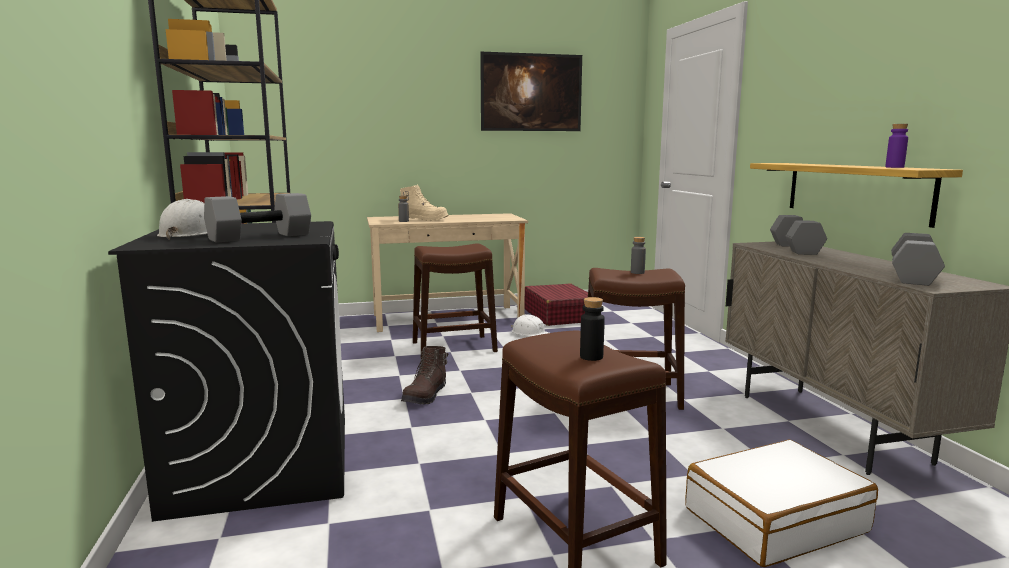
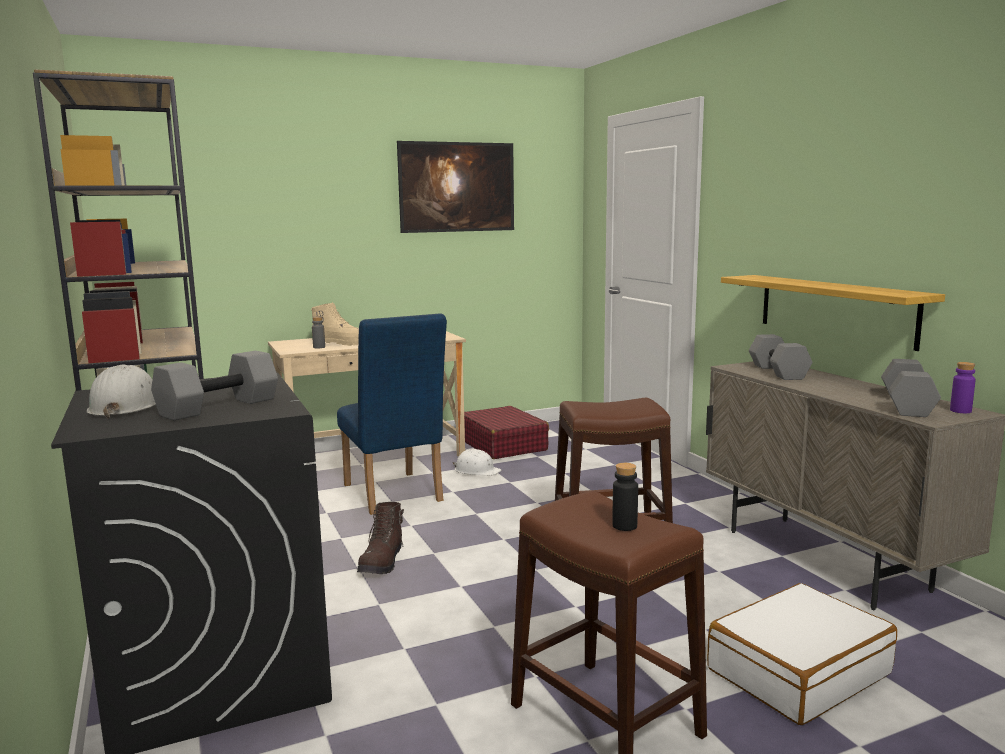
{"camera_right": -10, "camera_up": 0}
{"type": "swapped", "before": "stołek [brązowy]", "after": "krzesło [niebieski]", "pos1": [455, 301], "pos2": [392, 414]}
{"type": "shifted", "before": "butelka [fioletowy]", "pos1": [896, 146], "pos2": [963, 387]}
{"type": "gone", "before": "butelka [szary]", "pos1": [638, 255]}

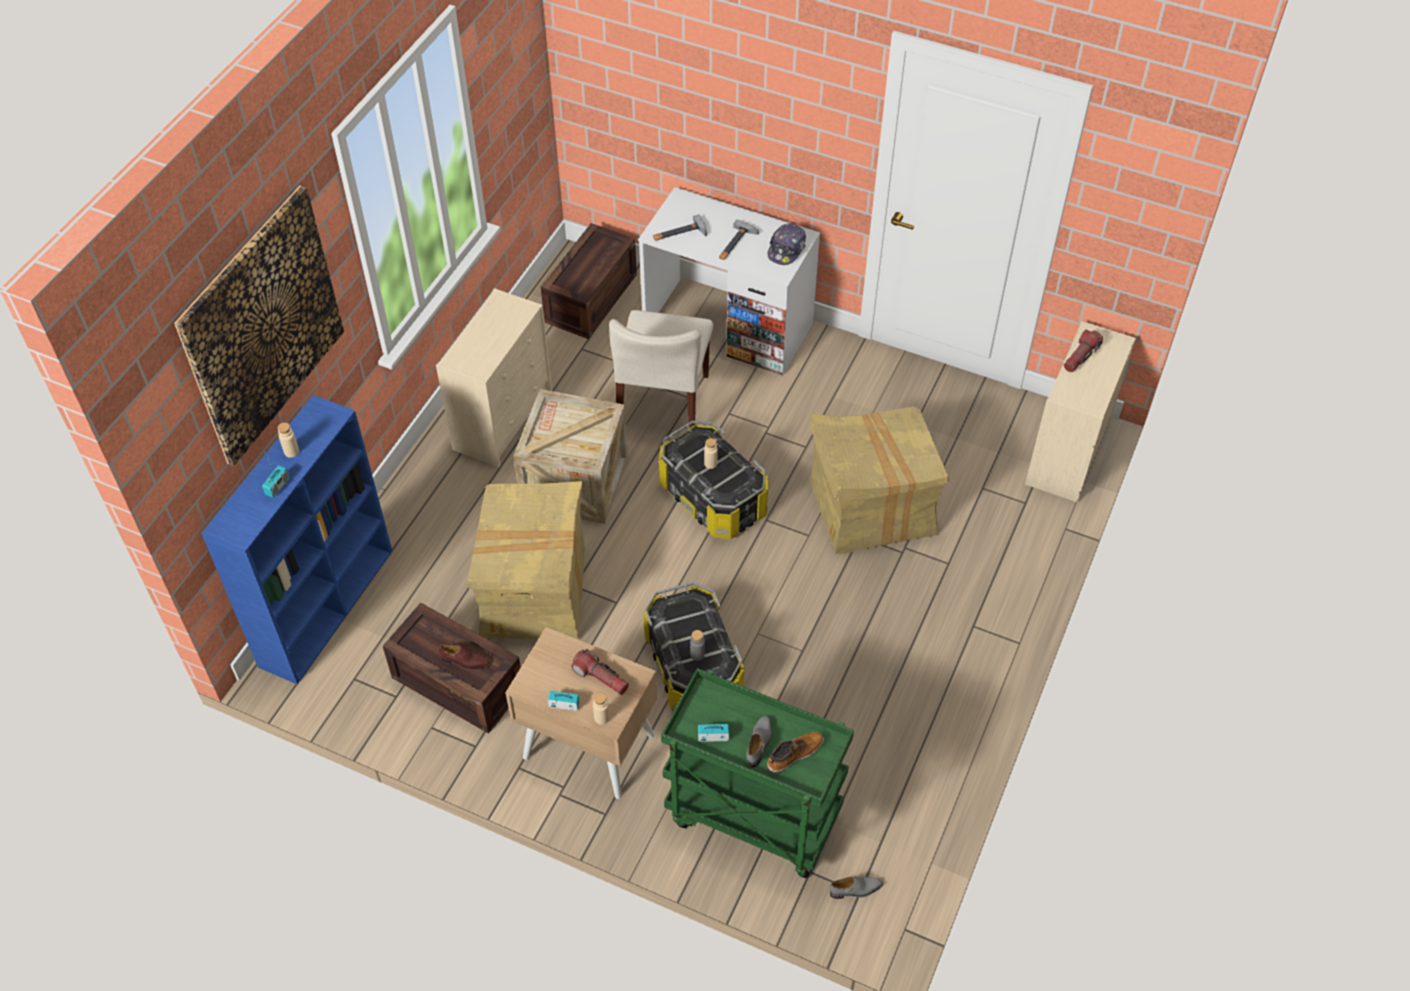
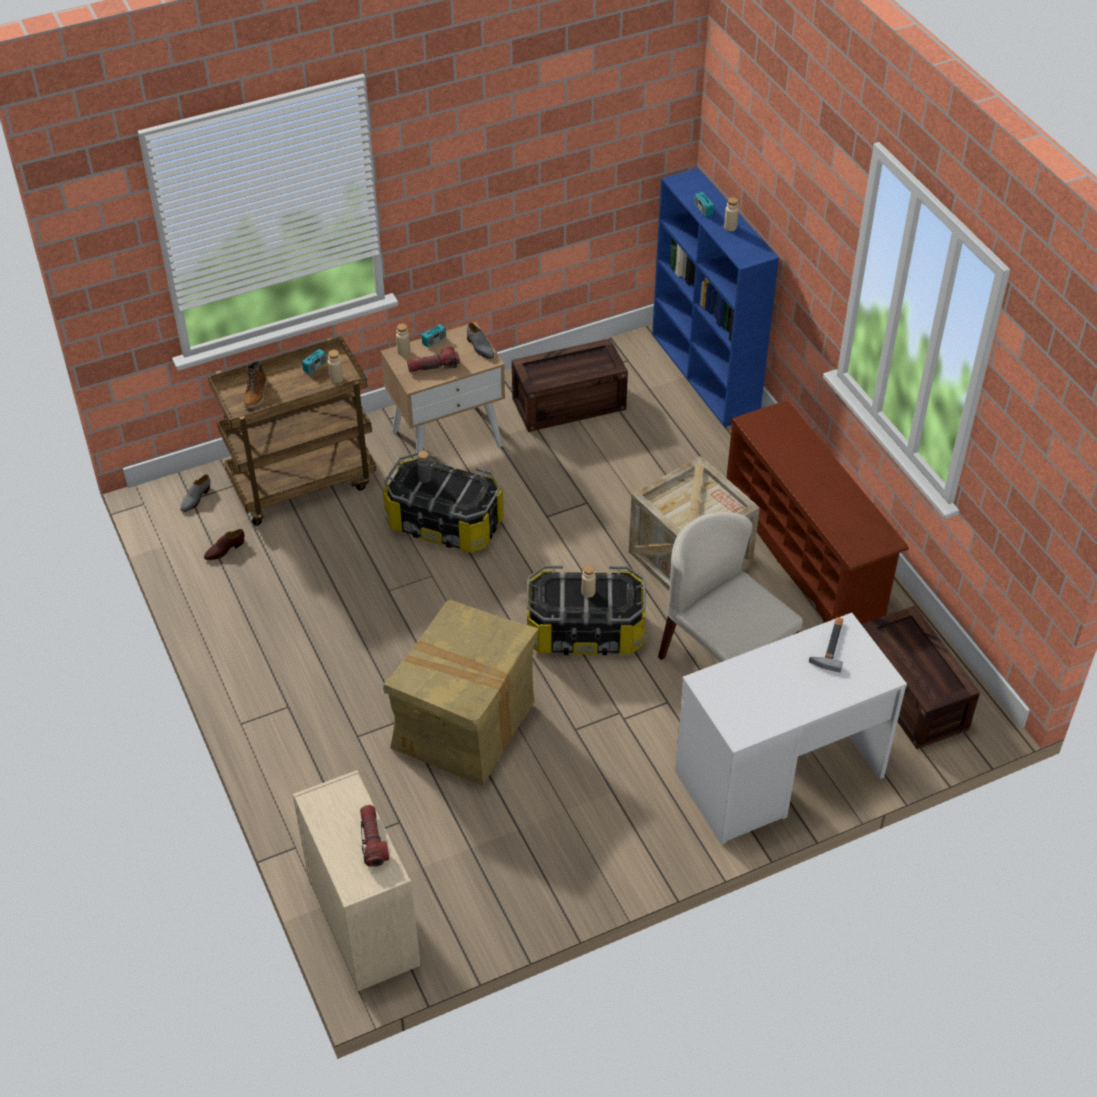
{"camera_right": 130, "camera_up": -5}
{"type": "shifted", "before": "but [brązowy]", "pos1": [464, 657], "pos2": [224, 544]}
{"type": "repainted", "before": "wózek [zielony]", "after": "wózek [brązowy]", "pos1": [757, 773], "pos2": [292, 431]}
{"type": "new", "after": "butelka [beżowy]", "pos2": [335, 366]}
{"type": "shifted", "before": "but [szary]", "pos1": [758, 741], "pos2": [480, 340]}
{"type": "swapped", "before": "komoda [beżowy]", "after": "regał na buty [brązowy]", "pos1": [494, 377], "pos2": [817, 512]}
{"type": "gone", "before": "obraz", "pos1": [259, 325]}
{"type": "gone", "before": "karton", "pos1": [526, 560]}
{"type": "gone", "before": "młotek", "pos1": [739, 239]}
{"type": "gone", "before": "czapka z daszkiem", "pos1": [786, 244]}

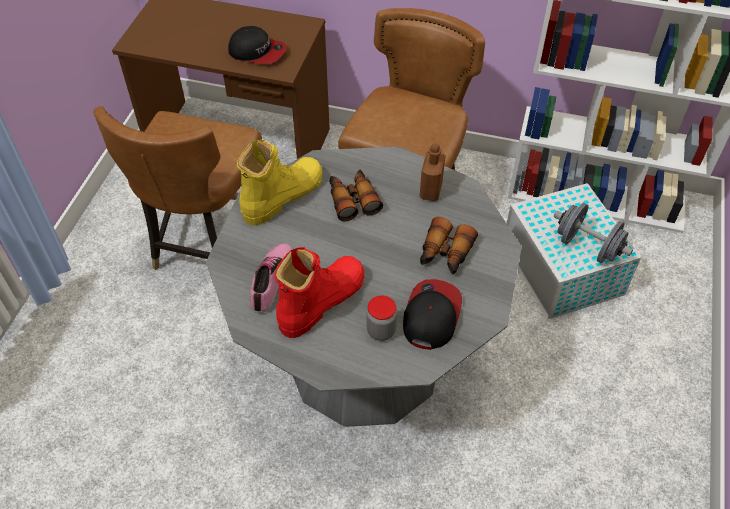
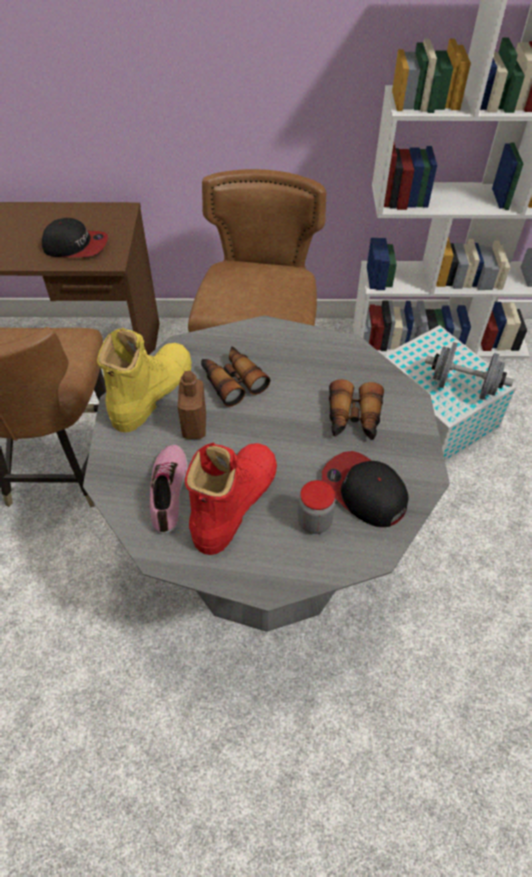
{"camera_right": -15, "camera_up": 0}
{"type": "shifted", "before": "butelka [brązowy]", "pos1": [432, 172], "pos2": [191, 405]}
{"type": "rotated", "before": "czapka z daszkiem", "pos1": [432, 314], "pos2": [365, 489], "turn": -45}

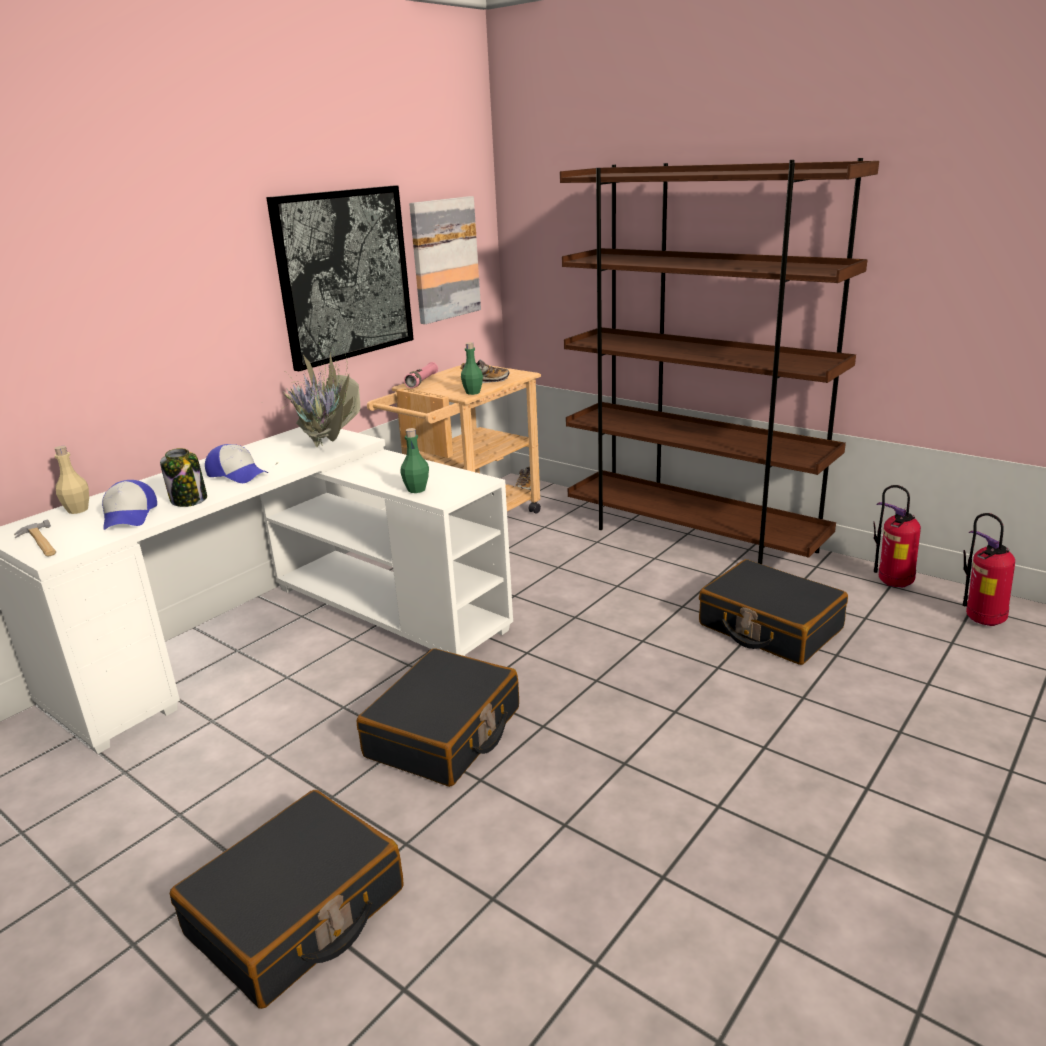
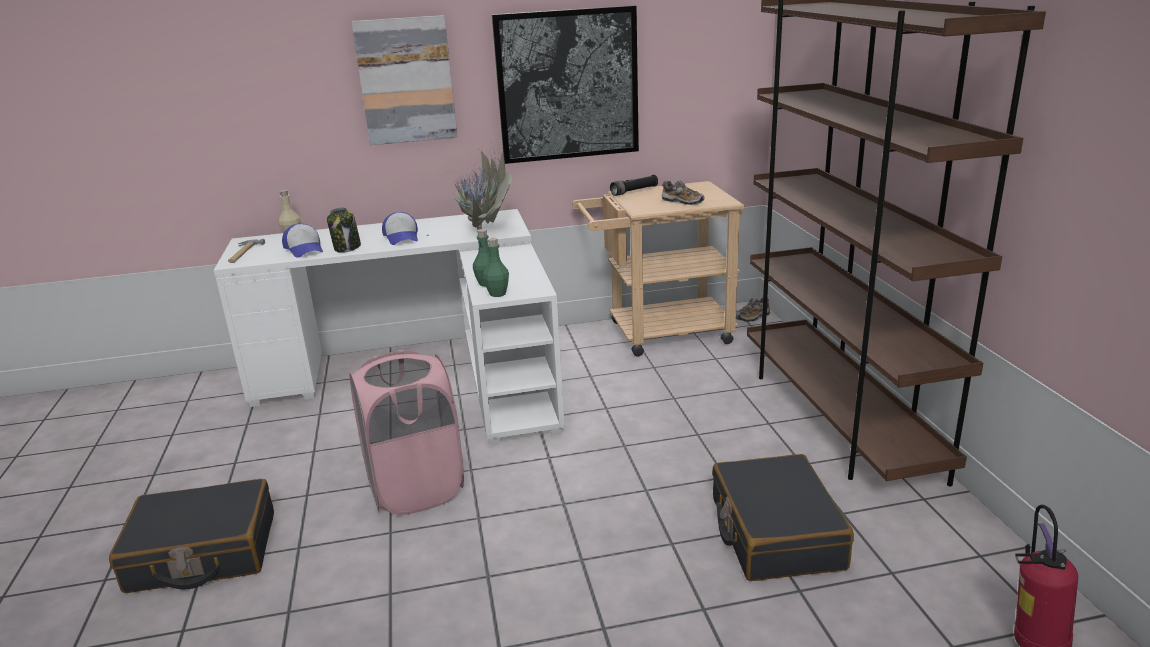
{"camera_right": 40, "camera_up": 0}
{"type": "rotated", "before": "czapka z daszkiem", "pos1": [129, 505], "pos2": [302, 241], "turn": -60}
{"type": "swapped", "before": "walizka [czarny]", "after": "kosz na pranie [różowy]", "pos1": [438, 717], "pos2": [406, 432]}
{"type": "shifted", "before": "obraz", "pos1": [445, 260], "pos2": [404, 80]}
{"type": "shifted", "before": "butelka [zielony]", "pos1": [472, 368], "pos2": [496, 267]}
{"type": "repainted", "before": "latarka [różowy]", "after": "latarka [czarny]", "pos1": [421, 375], "pos2": [634, 185]}
{"type": "gone", "before": "gaśnica", "pos1": [897, 536]}

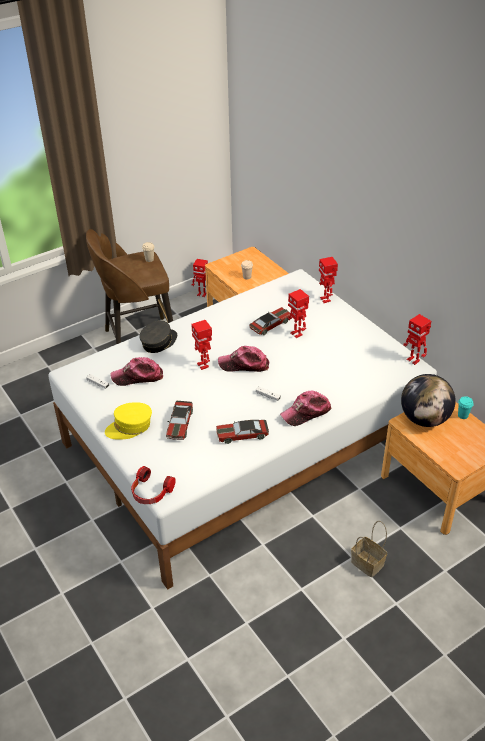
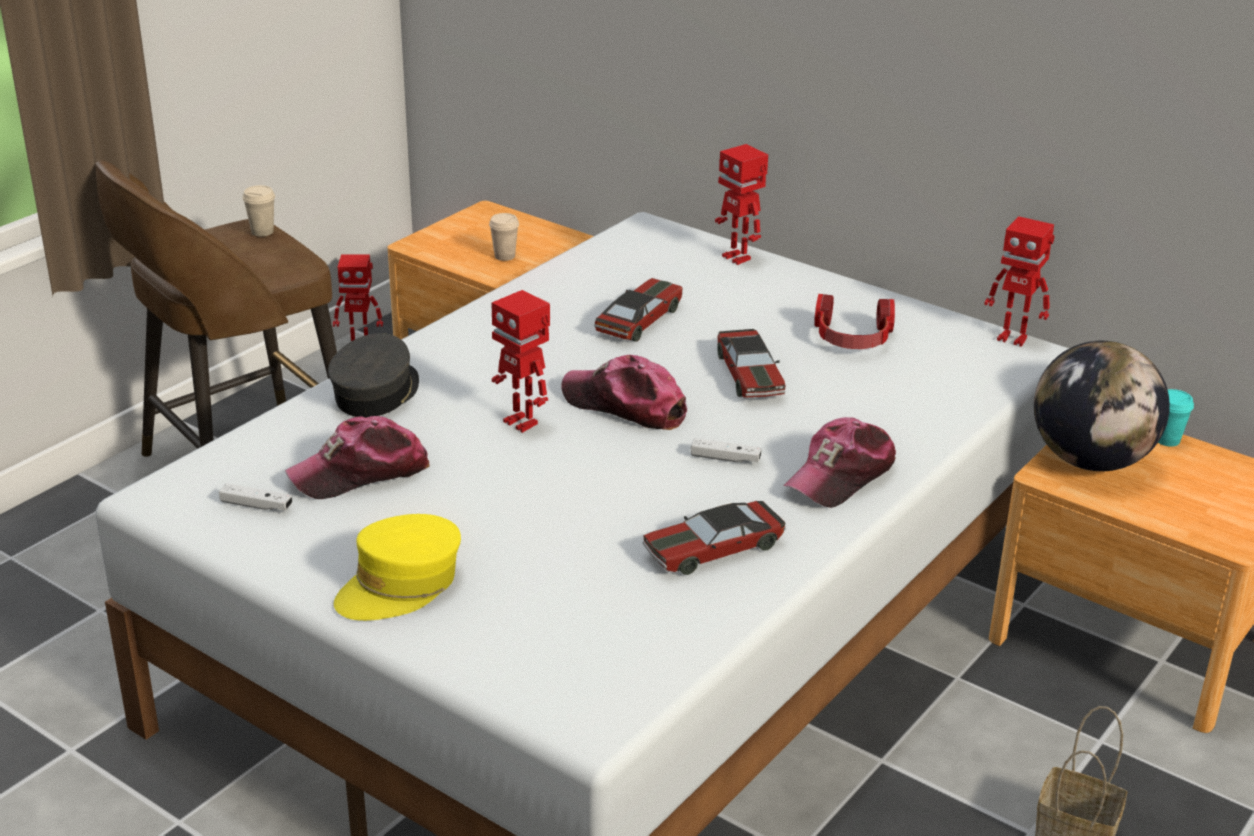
{"camera_right": -20, "camera_up": -10}
{"type": "rotated", "before": "czapka z daszkiem", "pos1": [243, 359], "pos2": [624, 392], "turn": 45}
{"type": "shifted", "before": "samochodzik", "pos1": [179, 420], "pos2": [751, 363]}
{"type": "shifted", "before": "słuchawki", "pos1": [153, 485], "pos2": [854, 321]}
{"type": "gone", "before": "robot zabawkowy", "pos1": [298, 313]}

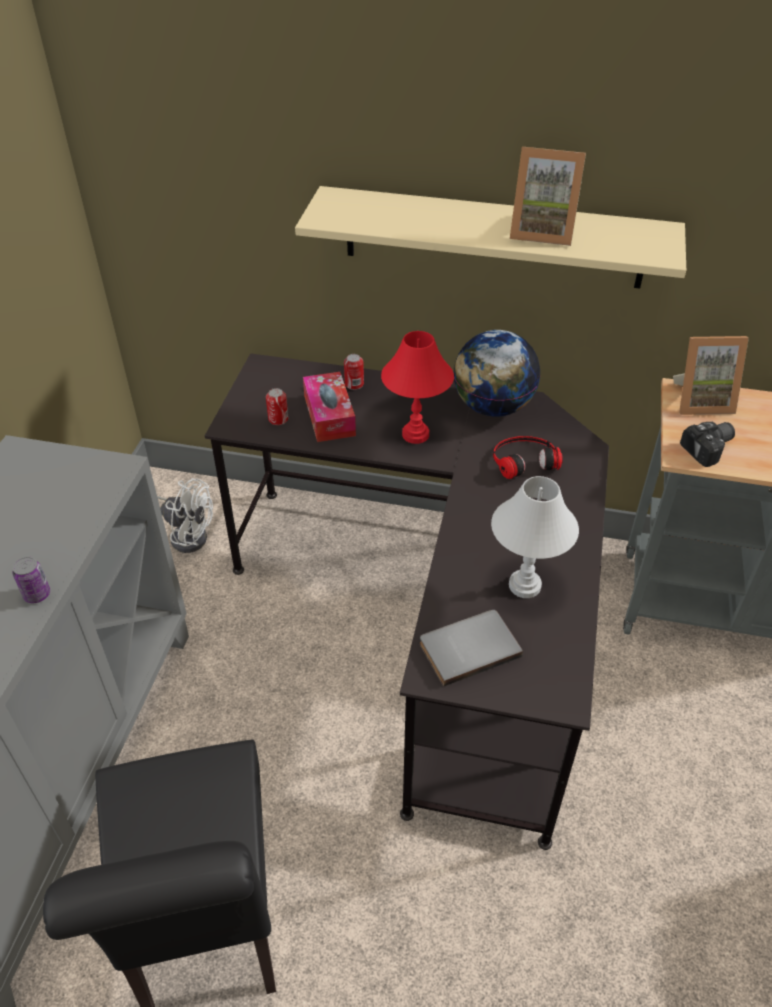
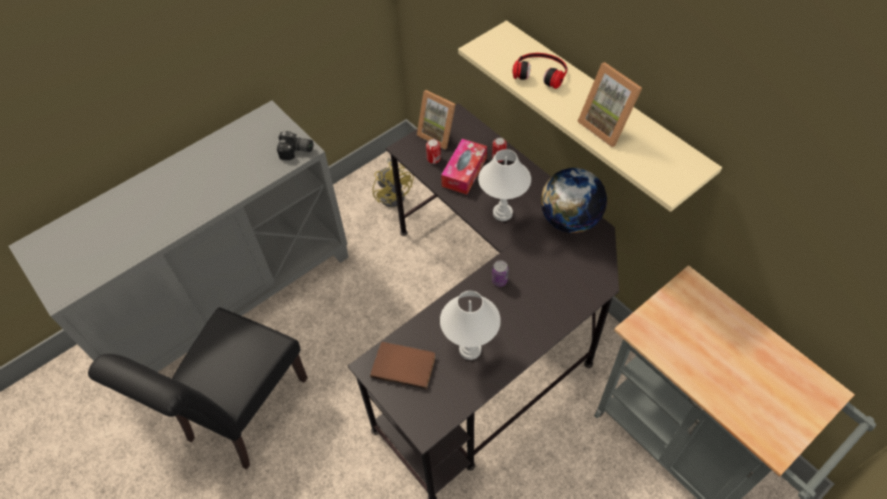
{"camera_right": 40, "camera_up": 10}
{"type": "shifted", "before": "aparat fotograficzny", "pos1": [707, 444], "pos2": [295, 145]}
{"type": "repainted", "before": "książka [szary]", "after": "książka [brązowy]", "pos1": [471, 648], "pos2": [402, 366]}
{"type": "repainted", "before": "wentylator [biały]", "after": "wentylator [żółty]", "pos1": [185, 515], "pos2": [393, 182]}
{"type": "shifted", "before": "ramka na zdjęcie", "pos1": [711, 375], "pos2": [436, 120]}
{"type": "repainted", "before": "lampa stołowa [czerwony]", "after": "lampa stołowa [biały]", "pos1": [417, 387], "pos2": [504, 185]}
{"type": "shifted", "before": "puszka", "pos1": [31, 579], "pos2": [500, 273]}
{"type": "shifted", "before": "słuchawki", "pos1": [528, 457], "pos2": [539, 71]}

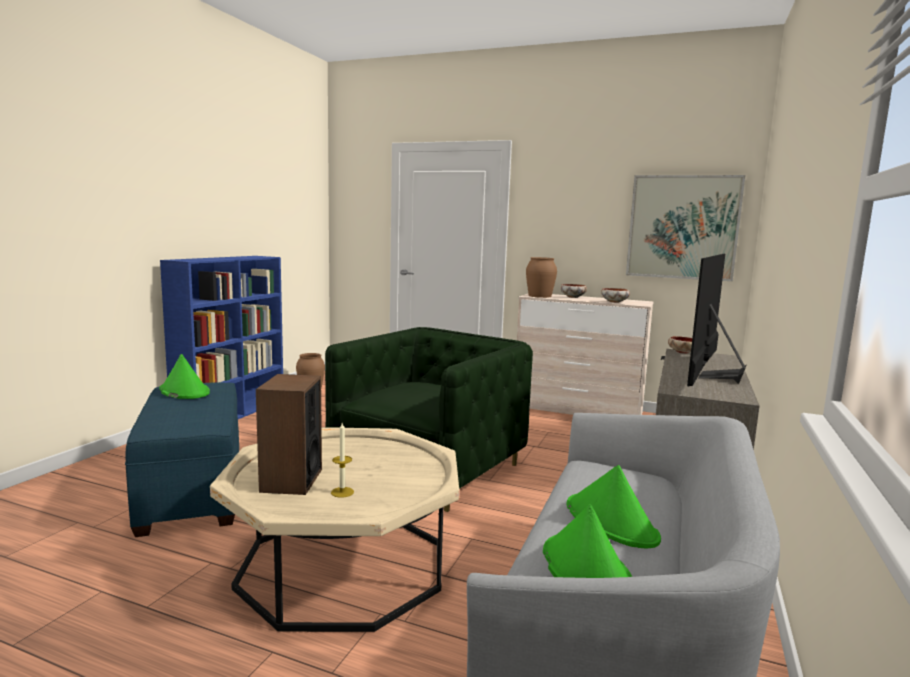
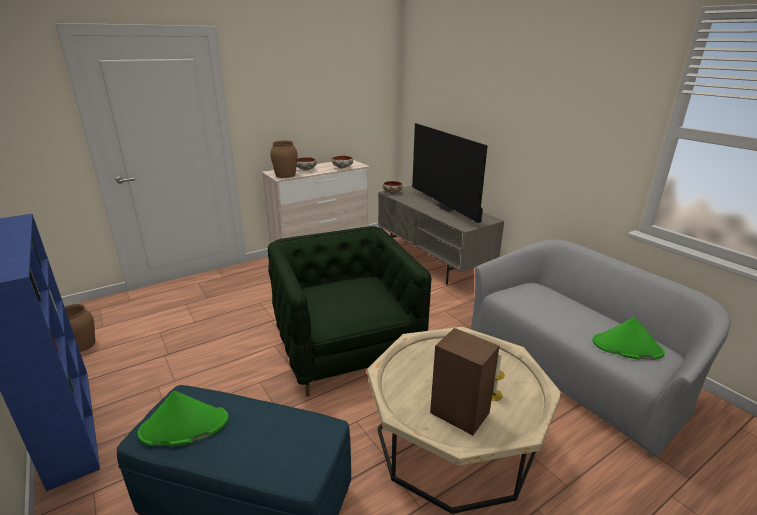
{"camera_right": -55, "camera_up": 15}
{"type": "gone", "before": "kapelusz [zielony]", "pos1": [614, 507]}
{"type": "gone", "before": "obraz", "pos1": [686, 228]}

